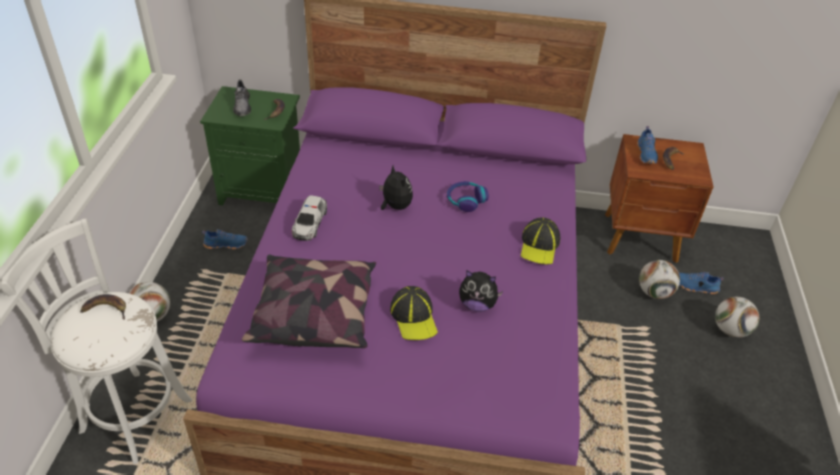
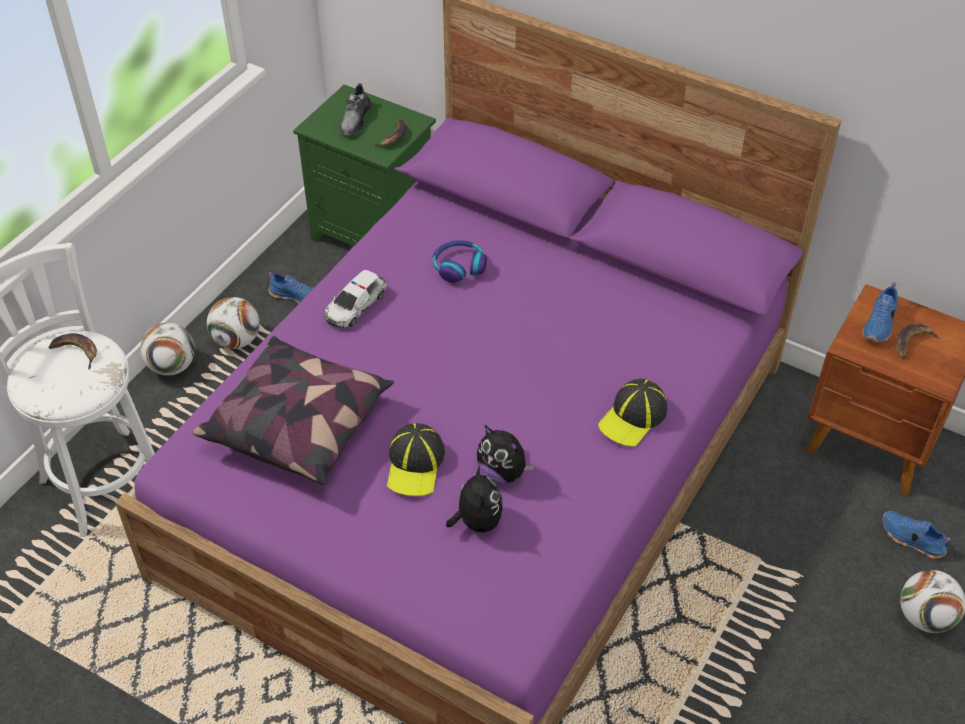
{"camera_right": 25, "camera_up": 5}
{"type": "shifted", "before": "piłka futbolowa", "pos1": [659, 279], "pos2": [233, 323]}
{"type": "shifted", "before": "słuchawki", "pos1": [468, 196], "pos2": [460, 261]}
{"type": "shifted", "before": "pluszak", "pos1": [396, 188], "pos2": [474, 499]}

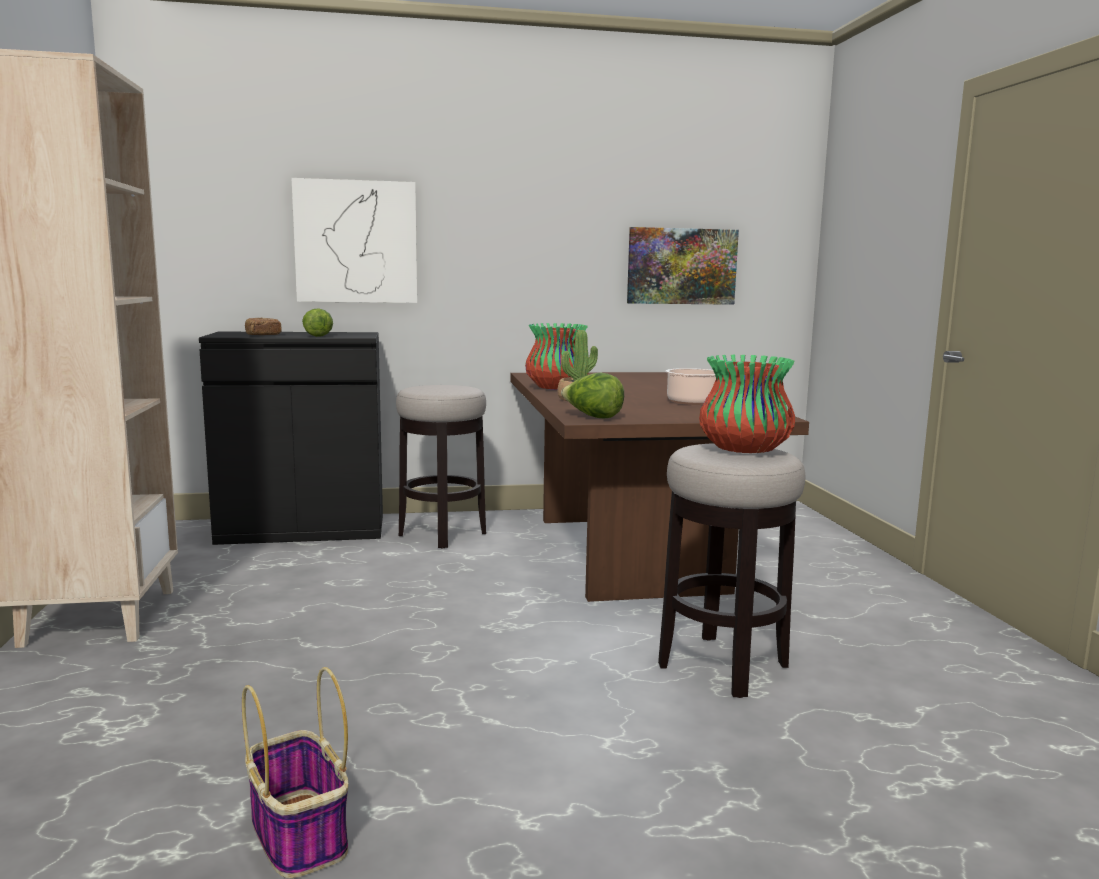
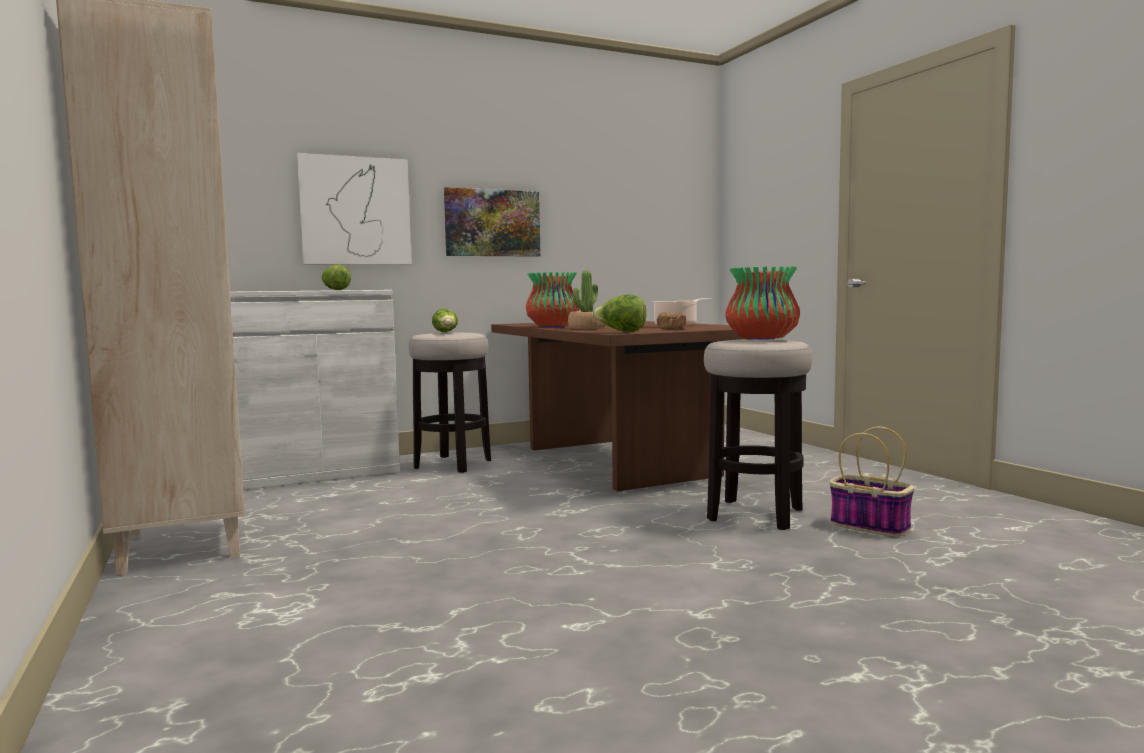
{"camera_right": -15, "camera_up": -5}
{"type": "repainted", "before": "szafka [czarny]", "after": "szafka [biały]", "pos1": [291, 438], "pos2": [315, 390]}
{"type": "new", "after": "sałata", "pos2": [445, 320]}
{"type": "shifted", "before": "obraz", "pos1": [683, 266], "pos2": [492, 222]}
{"type": "shifted", "before": "chleb", "pos1": [263, 326], "pos2": [671, 320]}
{"type": "shifted", "before": "koszyk", "pos1": [295, 772], "pos2": [871, 482]}

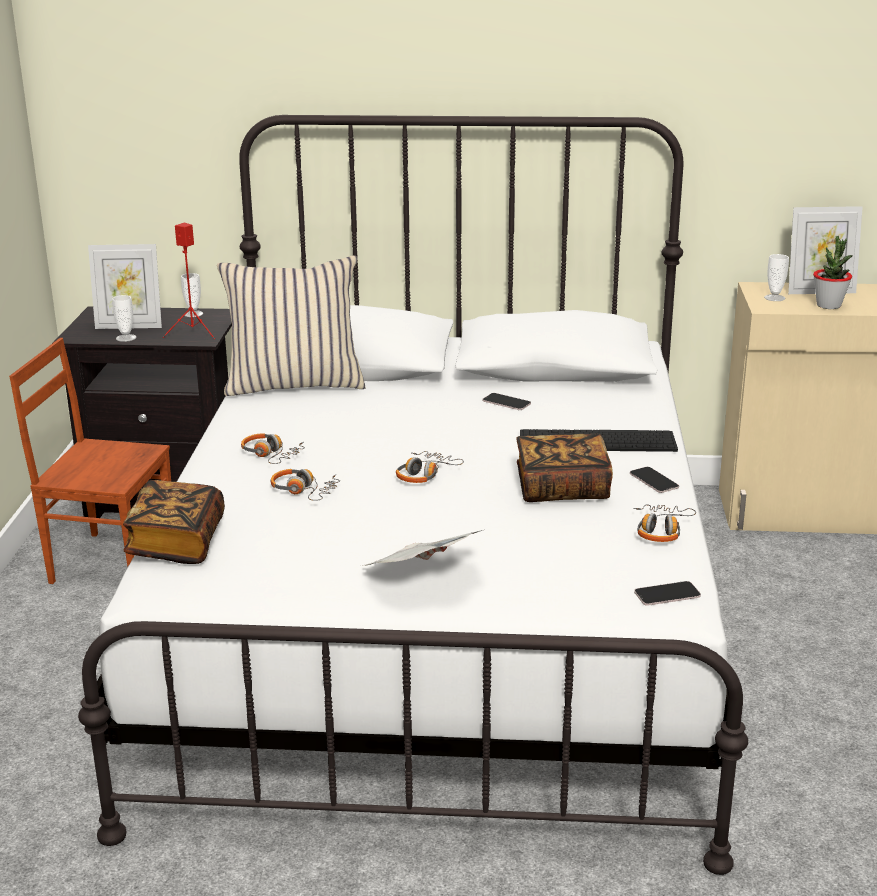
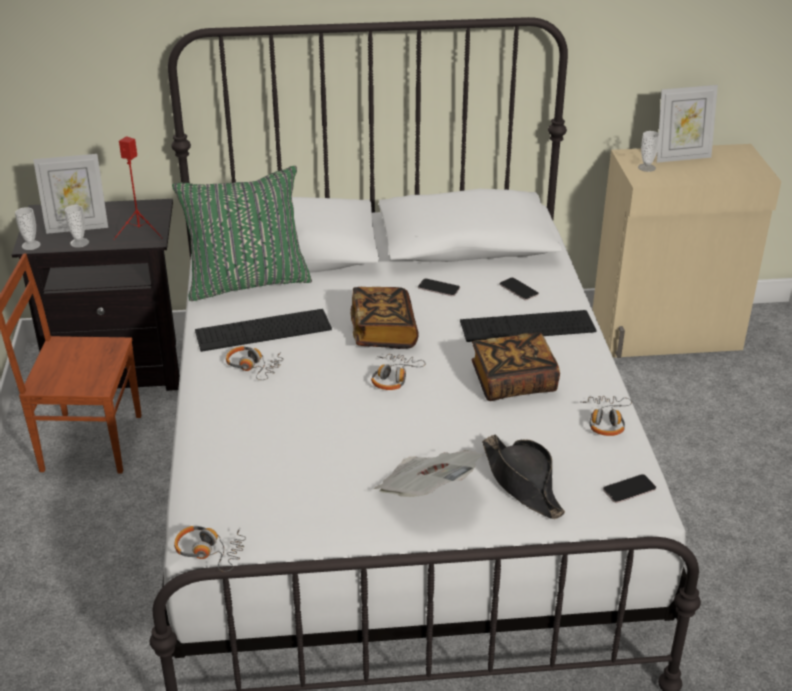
{"camera_right": -10, "camera_up": 10}
{"type": "shifted", "before": "filiżanka", "pos1": [192, 295], "pos2": [28, 228]}
{"type": "repainted", "before": "poduszka [beżowy]", "after": "poduszka [zielony]", "pos1": [291, 325], "pos2": [242, 233]}
{"type": "shifted", "before": "słuchawki", "pos1": [305, 485], "pos2": [210, 549]}
{"type": "new", "after": "klawiatura", "pos2": [263, 330]}
{"type": "shifted", "before": "książka", "pos1": [174, 522], "pos2": [384, 318]}
{"type": "new", "after": "kapelusz [czarny]", "pos2": [523, 477]}
{"type": "shifted", "before": "telefon", "pos1": [654, 480], "pos2": [519, 288]}
{"type": "gone", "before": "roślina doniczkowa", "pos1": [833, 272]}

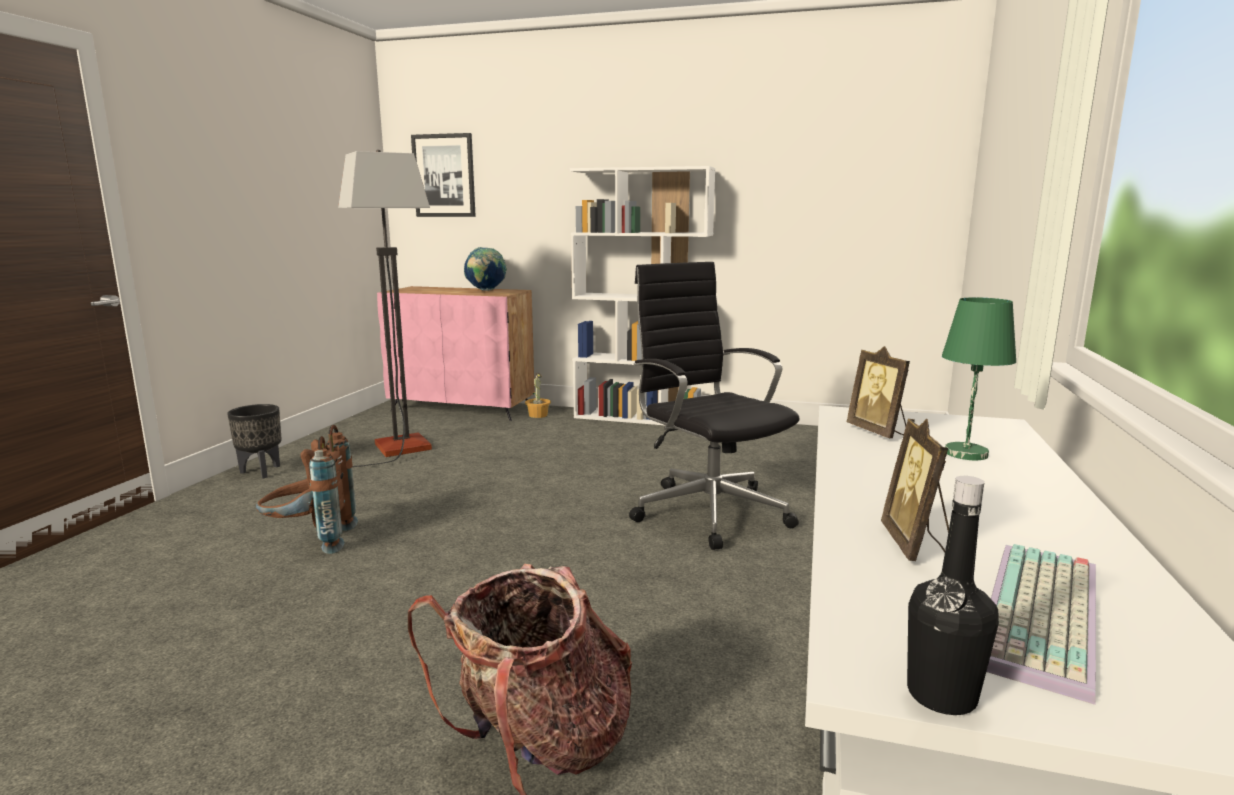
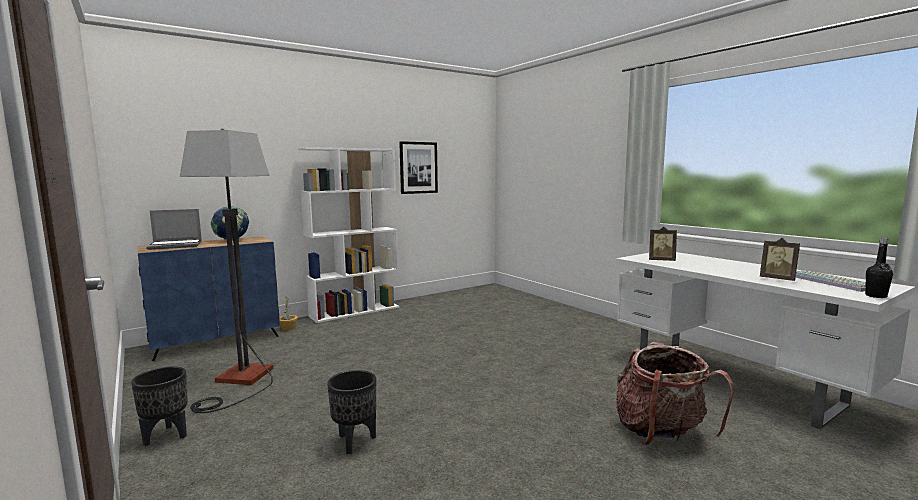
{"camera_right": -50, "camera_up": -5}
{"type": "repainted", "before": "szafka [różowy]", "after": "szafka [niebieski]", "pos1": [456, 353], "pos2": [209, 298]}
{"type": "new", "after": "laptop", "pos2": [174, 229]}
{"type": "swapped", "before": "plecak [brązowy]", "after": "donica [czarny]", "pos1": [307, 489], "pos2": [351, 412]}
{"type": "shifted", "before": "obraz", "pos1": [443, 175], "pos2": [418, 167]}
{"type": "gone", "before": "krzesło biurowe [czarny]", "pos1": [714, 406]}
{"type": "gone", "before": "lampa stołowa [zielony]", "pos1": [979, 378]}

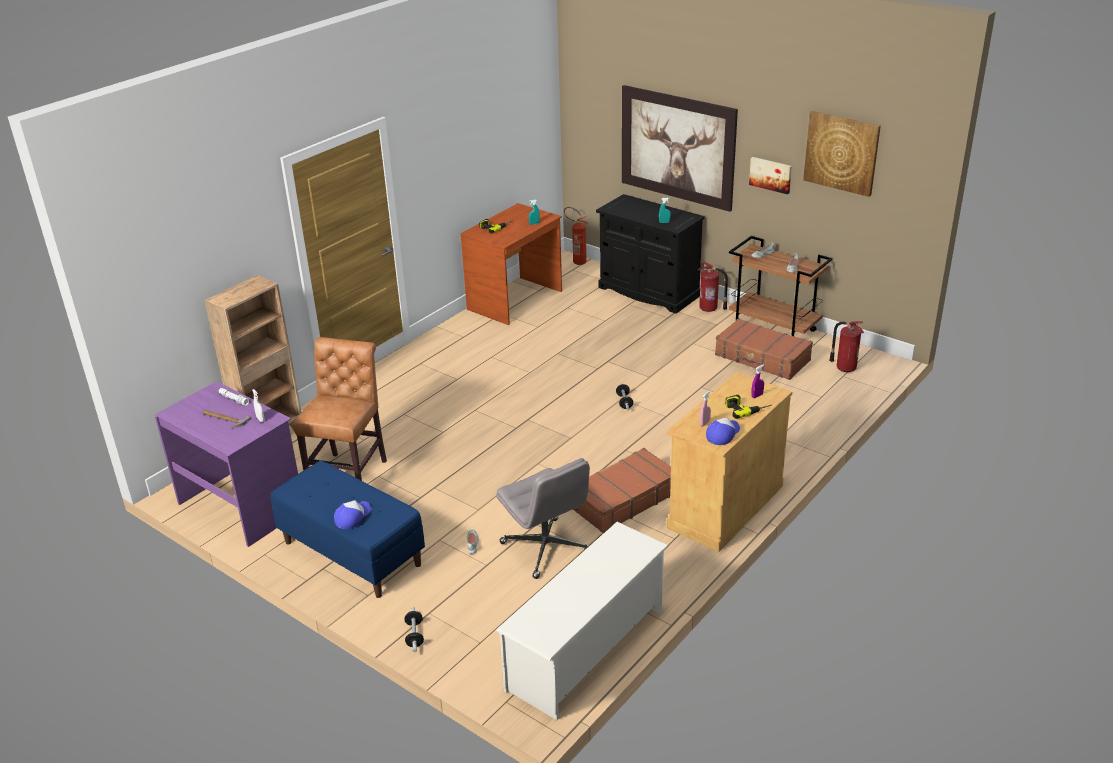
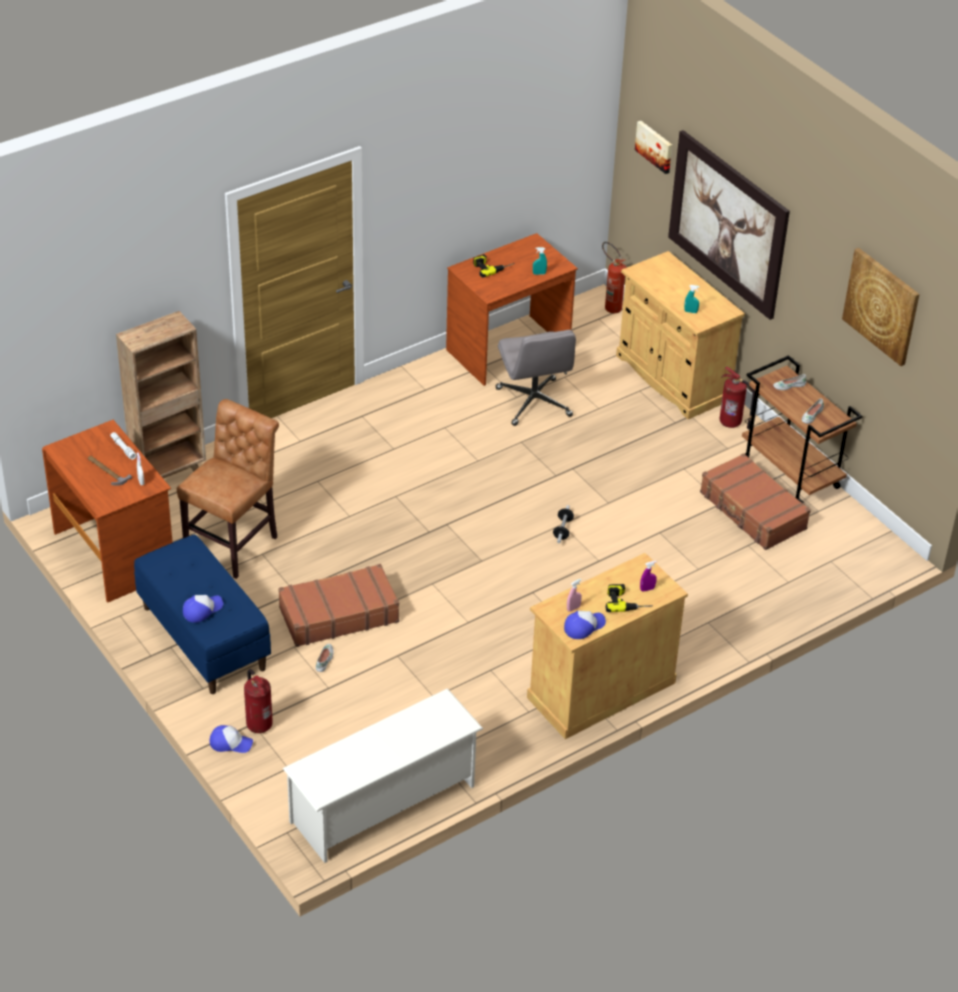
{"camera_right": 15, "camera_up": 10}
{"type": "repainted", "before": "biurko [fioletowy]", "after": "biurko [brązowy]", "pos1": [226, 464], "pos2": [107, 511]}
{"type": "swapped", "before": "hantel", "after": "czapka z daszkiem", "pos1": [414, 629], "pos2": [231, 739]}
{"type": "shifted", "before": "gaśnica", "pos1": [846, 346], "pos2": [258, 701]}
{"type": "shifted", "before": "walizka [brązowy]", "pos1": [622, 490], "pos2": [338, 605]}
{"type": "shifted", "before": "krzesło biurowe [szary]", "pos1": [543, 518], "pos2": [536, 378]}
{"type": "repainted", "before": "szafka [czarny]", "after": "szafka [beżowy]", "pos1": [650, 254], "pos2": [680, 335]}
{"type": "shifted", "before": "obraz", "pos1": [770, 175], "pos2": [653, 147]}

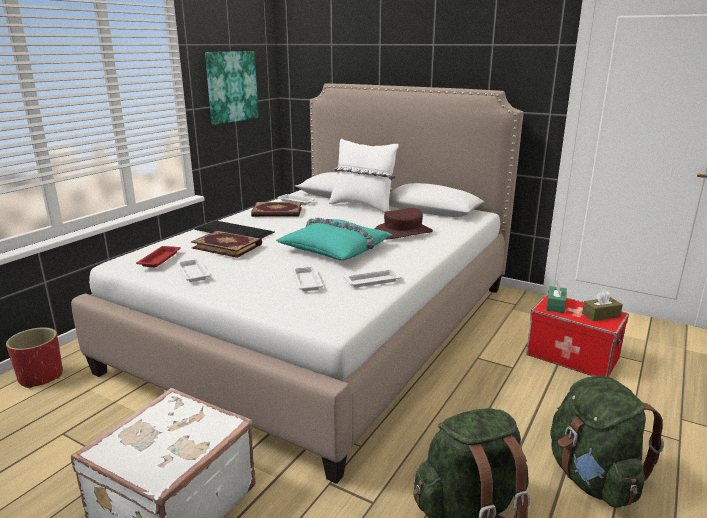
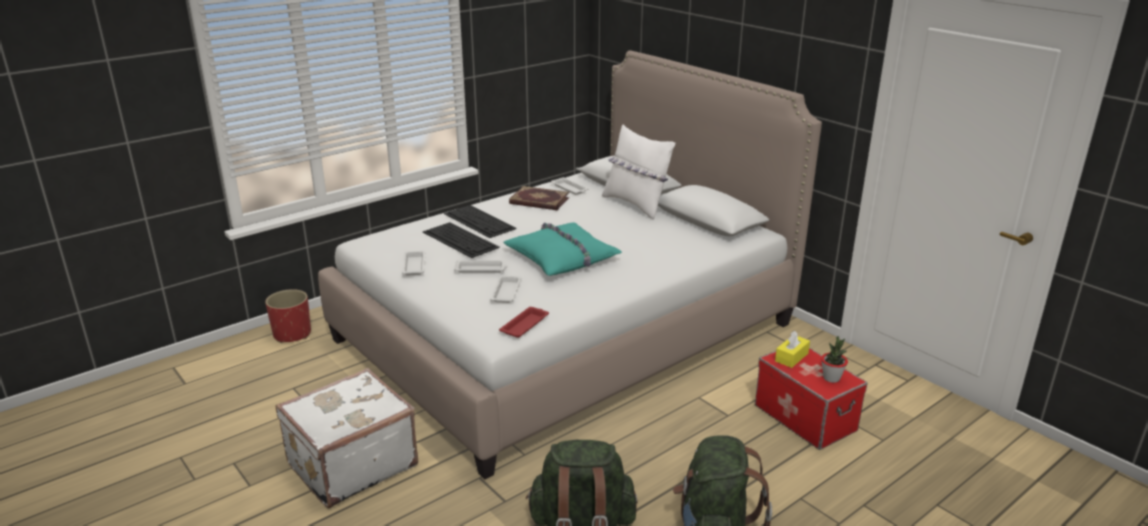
{"camera_right": 20, "camera_up": 5}
{"type": "swapped", "before": "książka", "after": "klawiatura", "pos1": [226, 244], "pos2": [461, 240]}
{"type": "shifted", "before": "taca [biały]", "pos1": [372, 278], "pos2": [480, 266]}
{"type": "shifted", "before": "taca [czerwony]", "pos1": [158, 256], "pos2": [524, 322]}
{"type": "repainted", "before": "pudełko chusteczek [zielony]", "after": "pudełko chusteczek [żółty]", "pos1": [556, 296], "pos2": [792, 349]}
{"type": "swapped", "before": "pudełko chusteczek [brązowy]", "after": "roślina doniczkowa", "pos1": [602, 305], "pos2": [834, 359]}
{"type": "gone", "before": "obraz", "pos1": [232, 88]}
{"type": "gone", "before": "kapelusz [brązowy]", "pos1": [403, 223]}

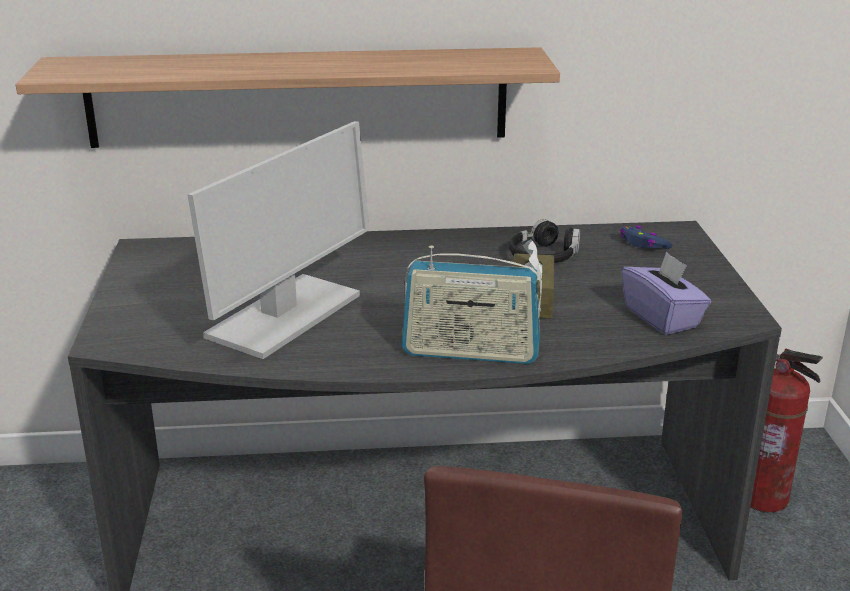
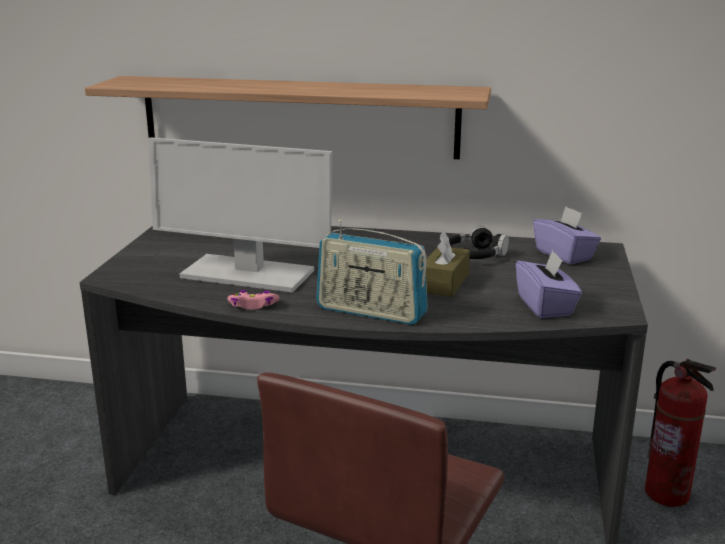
{"camera_right": 15, "camera_up": -5}
{"type": "rotated", "before": "monitor", "pos1": [278, 240], "pos2": [240, 214], "turn": 60}
{"type": "new", "after": "pad do gier [różowy]", "pos2": [253, 299]}
{"type": "swapped", "before": "pad do gier [niebieski]", "after": "pudełko chusteczek [fioletowy]", "pos1": [646, 237], "pos2": [567, 235]}

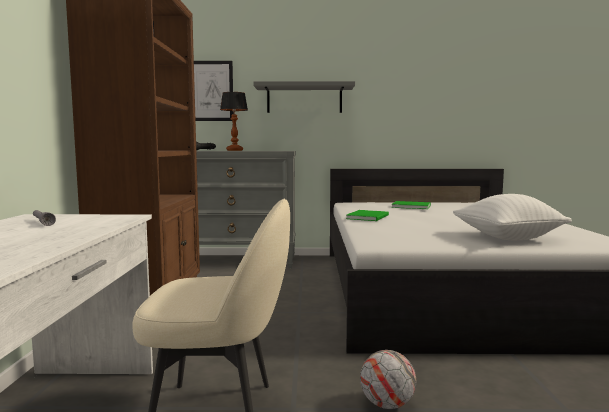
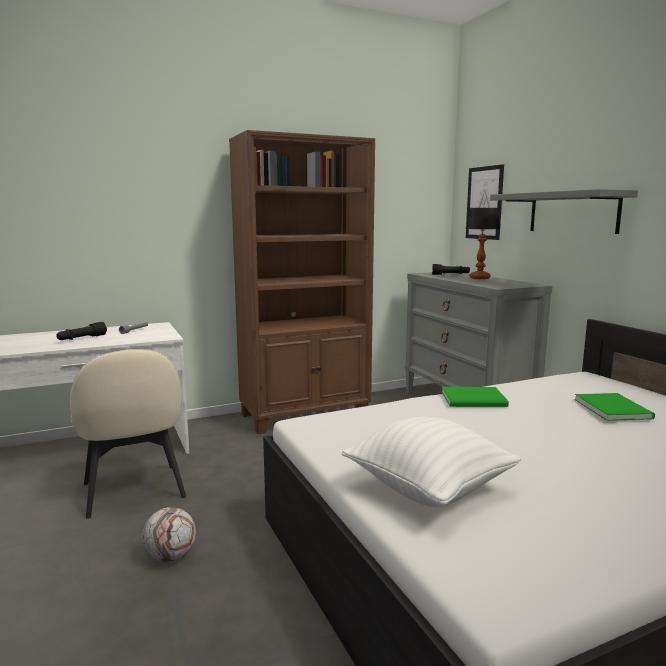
{"camera_right": 65, "camera_up": 5}
{"type": "new", "after": "latarka [czarny]", "pos2": [81, 331]}

